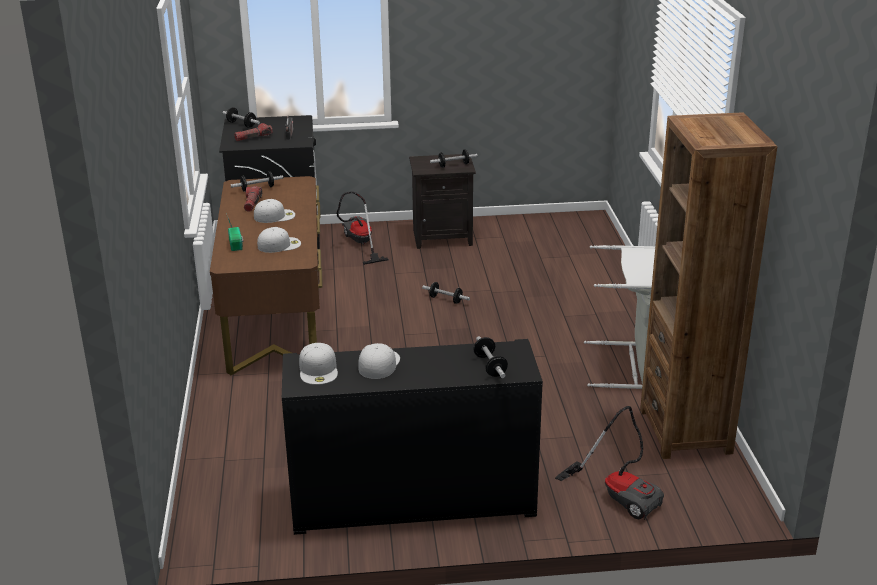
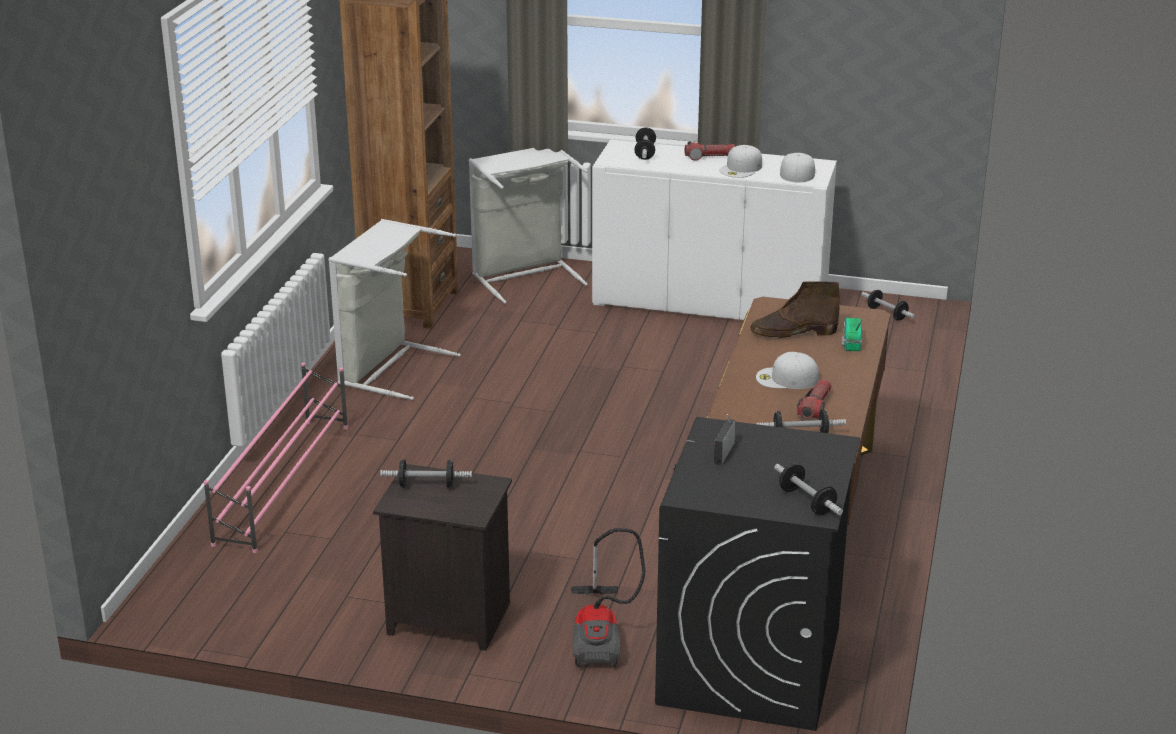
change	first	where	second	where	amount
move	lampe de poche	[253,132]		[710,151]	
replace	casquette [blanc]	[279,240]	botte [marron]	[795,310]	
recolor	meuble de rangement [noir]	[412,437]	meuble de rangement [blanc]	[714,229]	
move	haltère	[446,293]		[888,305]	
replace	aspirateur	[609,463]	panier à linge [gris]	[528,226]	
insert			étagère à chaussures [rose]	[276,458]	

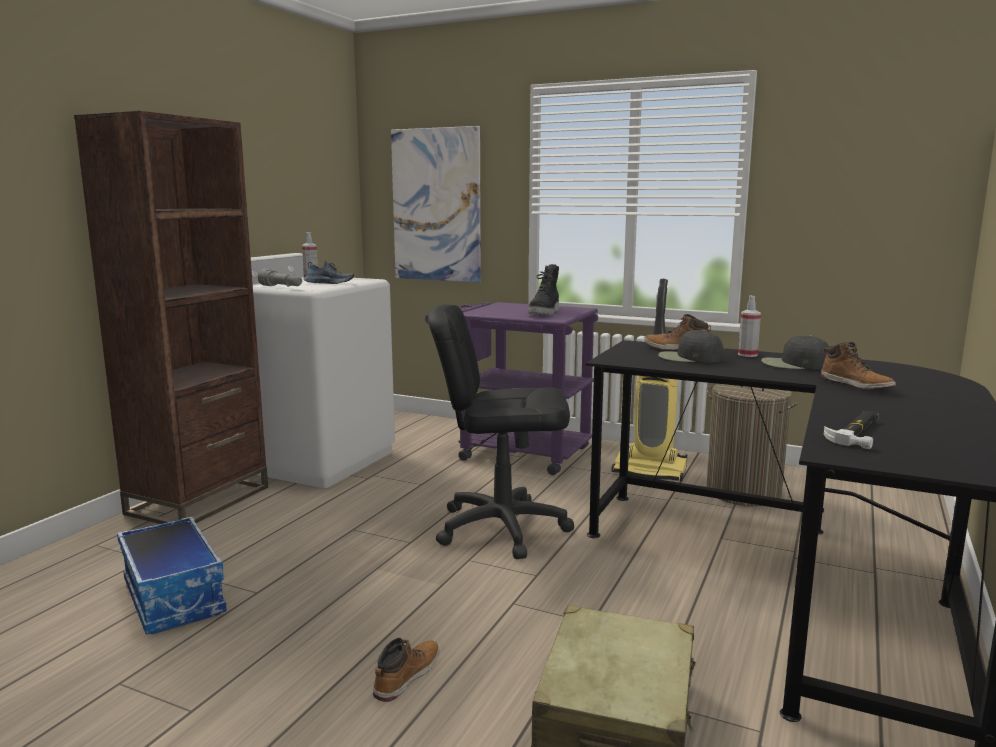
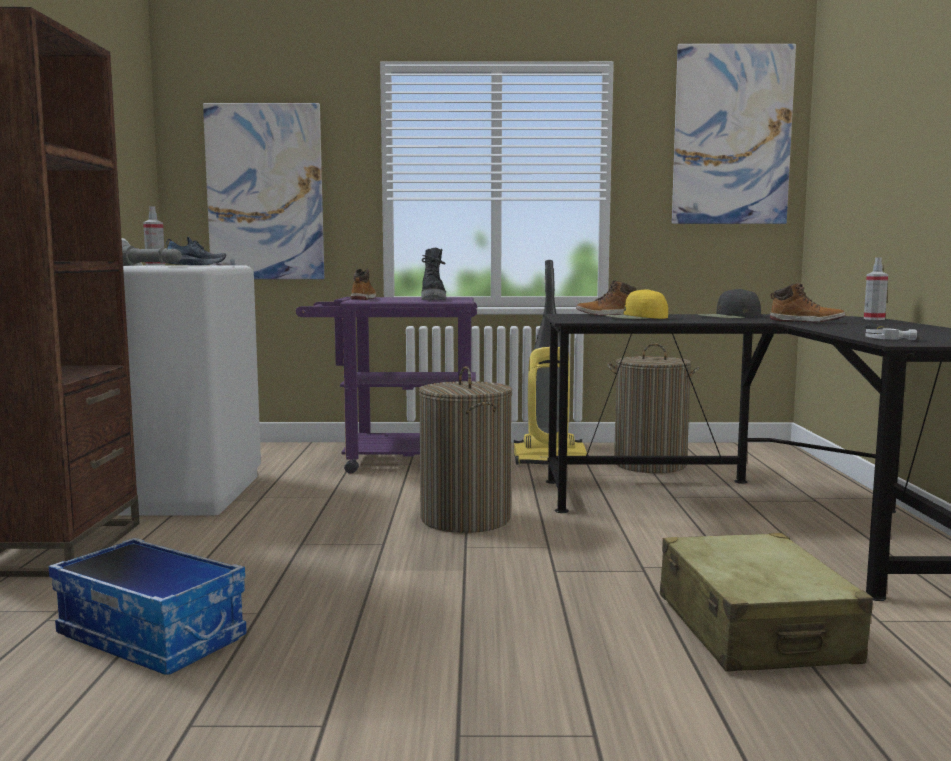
change	first	where	second	where	amount
move	botte	[406,670]		[363,284]	
replace	chaise de bureau [noir]	[501,431]	panier à linge	[465,449]	
recolor	casquette [noir]	[691,346]	casquette [jaune]	[636,304]	
move	vaporisateur	[749,326]		[876,288]	
insert			tableau	[734,134]	

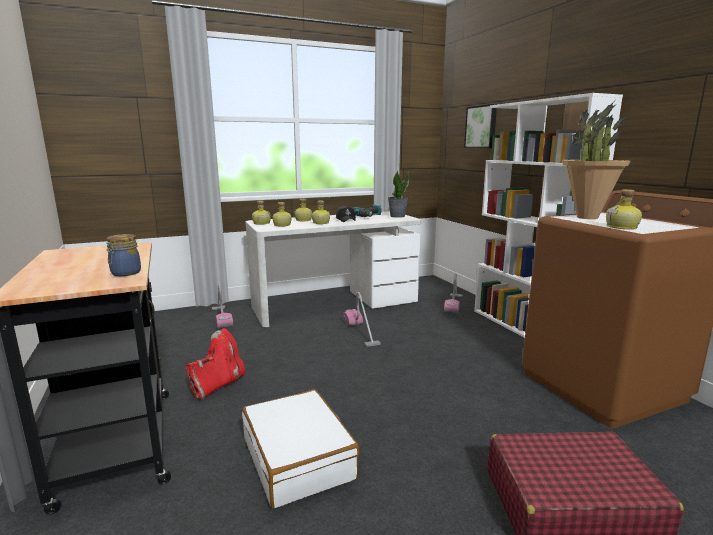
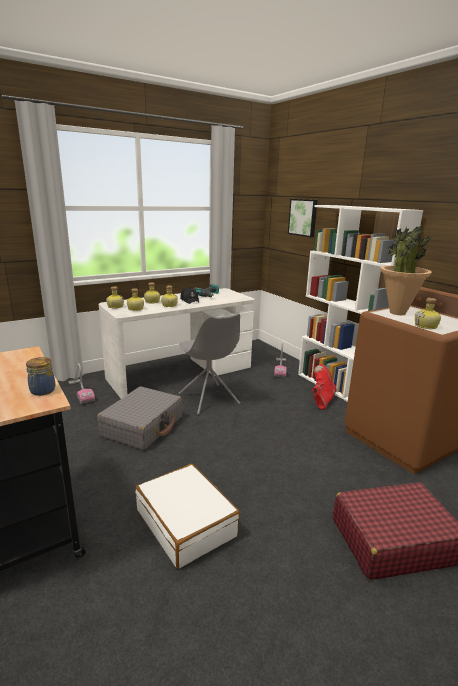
change	first	where	second	where	amount
move	botte [rouge]	[215,364]		[324,387]	
replace	aspirateur	[362,319]	chaise [gris]	[209,364]	
delete	plante en pot	[398,194]			
insert			valise [gris]	[139,418]	

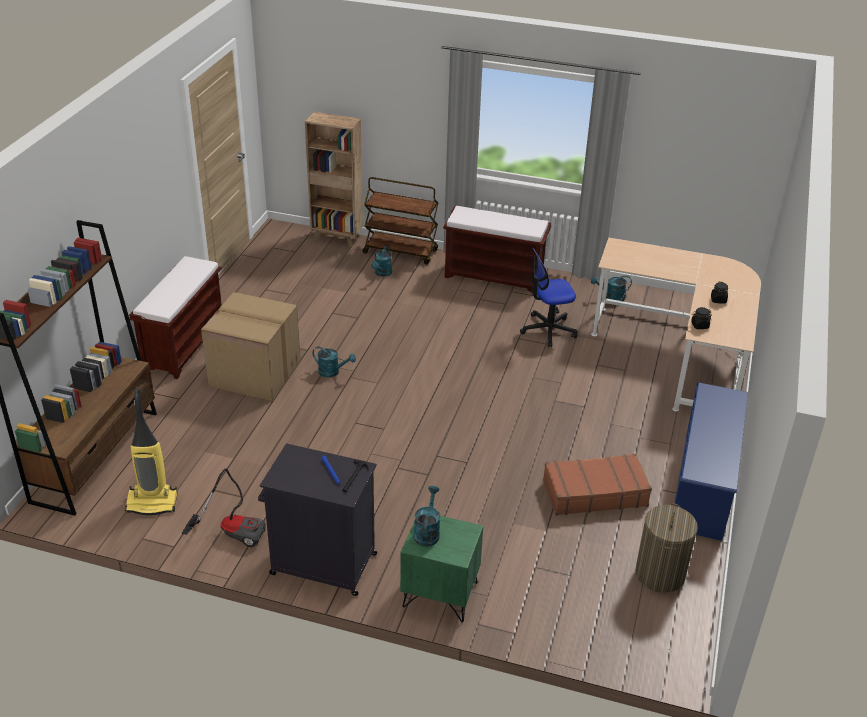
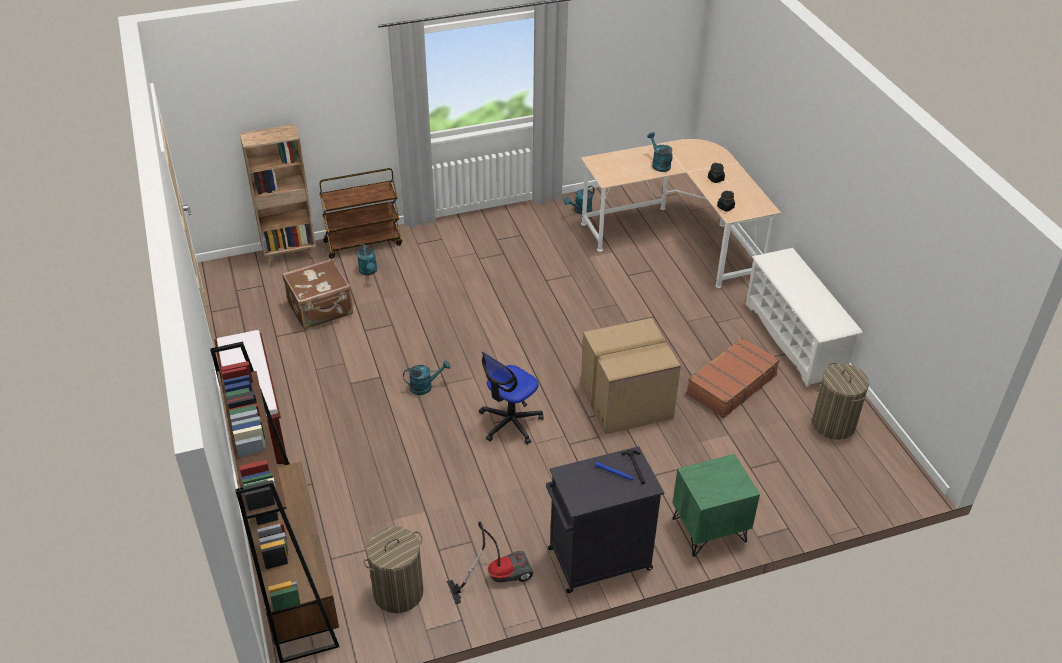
change	first	where	second	where	amount
replace	aspirateur	[151,452]	panier à linge	[393,570]	
move	carton	[251,346]		[631,376]	
move	arrosoir [turquoise]	[427,516]		[660,152]	
delete	banc [marron]	[497,249]			
move	chaise de bureau	[548,297]		[511,398]	
recolor	étagère à chaussures [bleu]	[711,461]	étagère à chaussures [blanc]	[804,317]	
insert			valise [marron]	[317,293]	

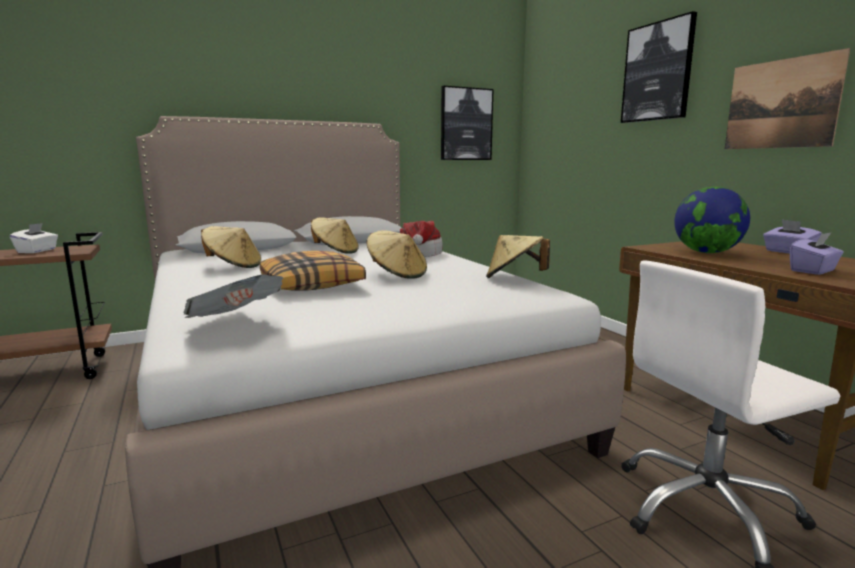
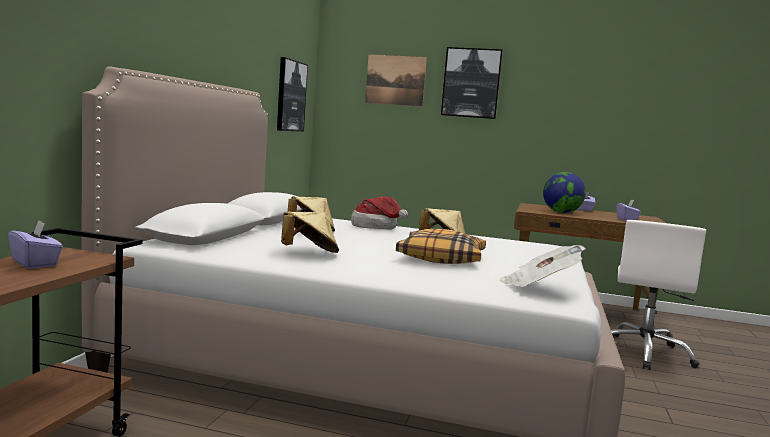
change	first	where	second	where	amount
recolor	boîte à mouchoirs [blanc]	[34,238]	boîte à mouchoirs [violet]	[35,244]	
delete	chapeau [beige]	[518,256]			
move	tableau	[787,98]		[396,80]	

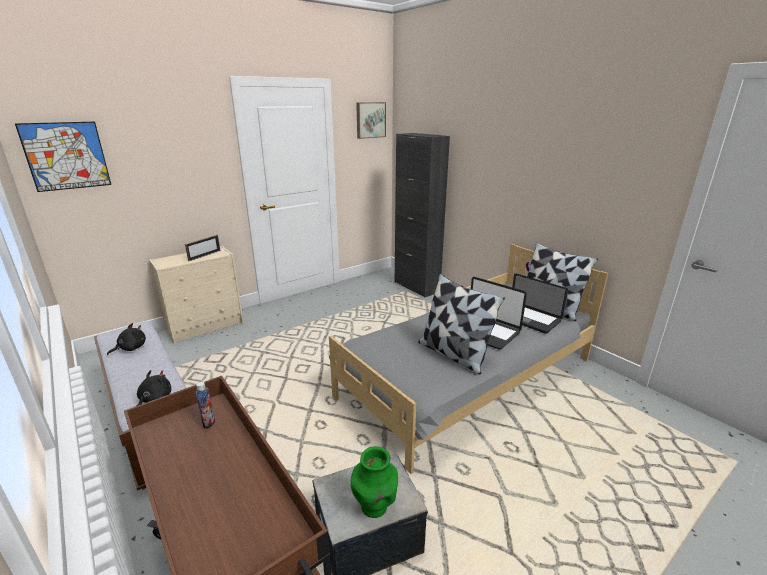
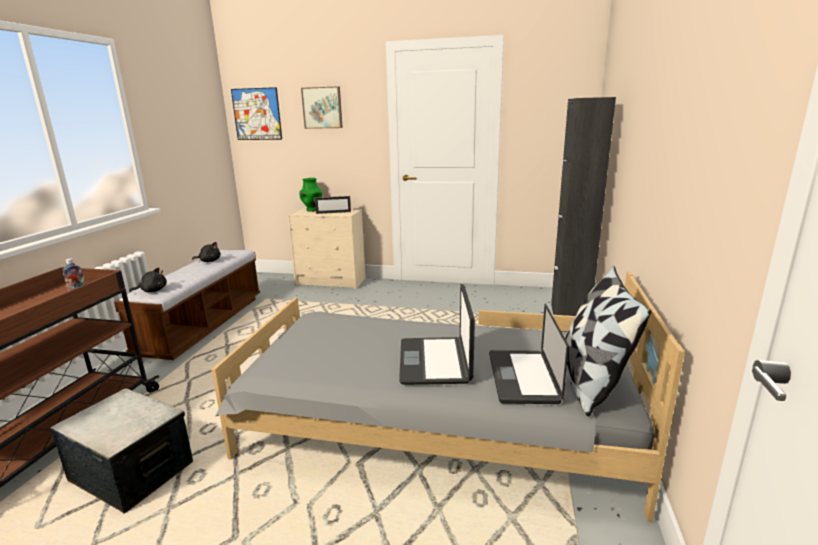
change	first	where	second	where	amount
move	vase [vert]	[374,482]		[310,194]	
move	tableau	[371,120]		[322,107]	
delete	coussin	[461,324]			

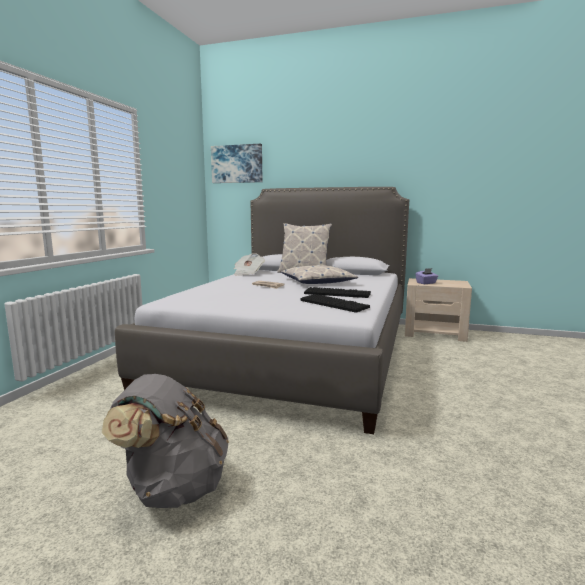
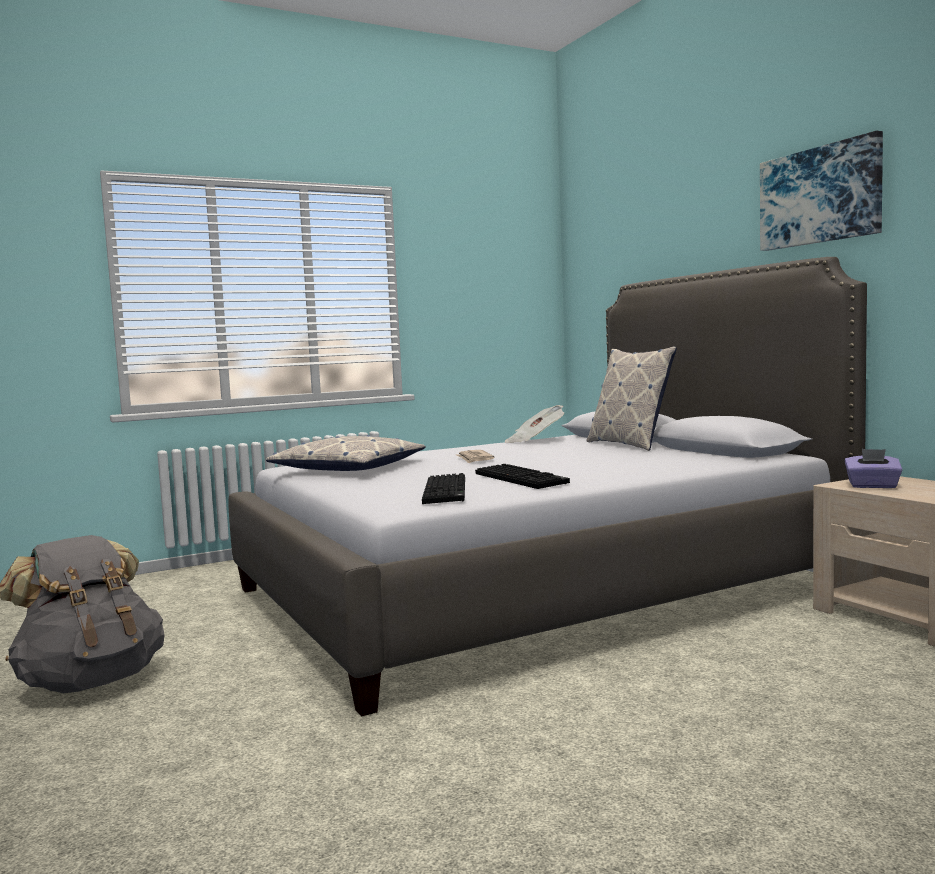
change	first	where	second	where	amount
move	tableau	[236,163]		[821,191]	
move	coussin	[319,274]		[346,453]	

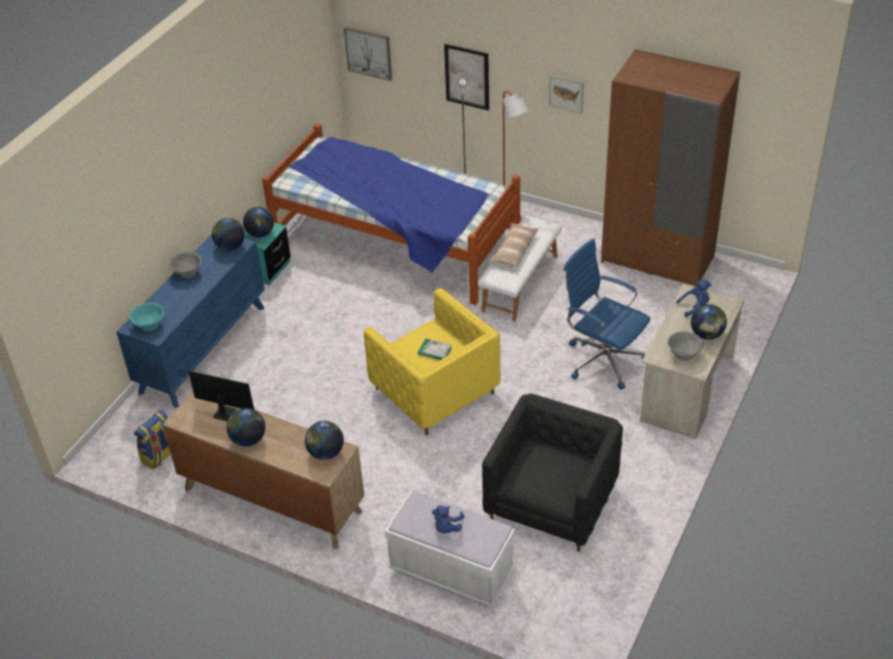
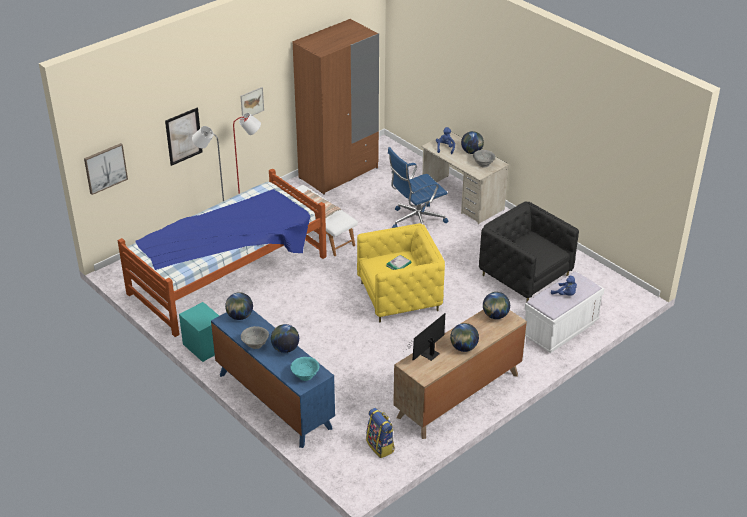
change	first	where	second	where	amount
move	globe	[258,222]		[285,338]	

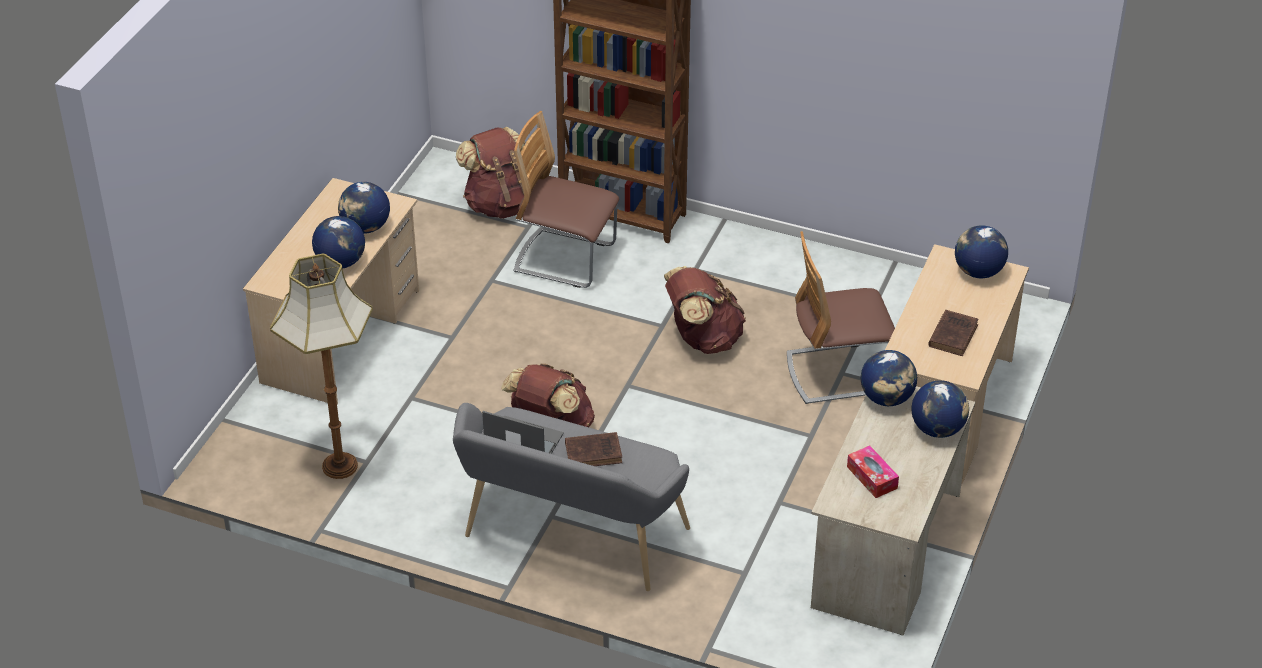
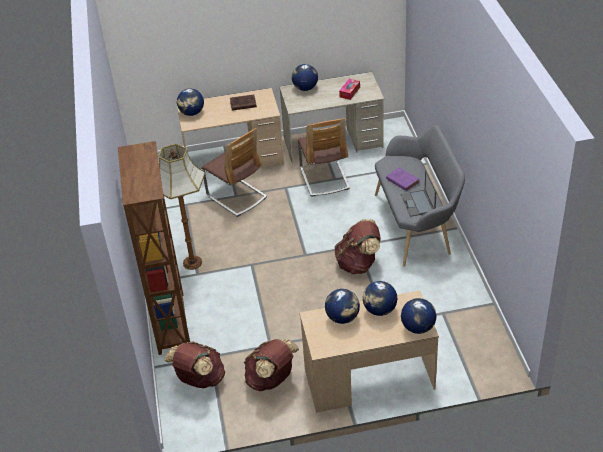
change	first	where	second	where	amount
move	lampadaire	[321,366]		[181,207]	
move	chaise	[566,199]		[324,157]	
recolor	livre [marron]	[593,449]	livre [violet]	[402,179]	
move	sac à dos [marron]	[705,310]		[271,365]	
move	globe	[889,378]		[418,316]	

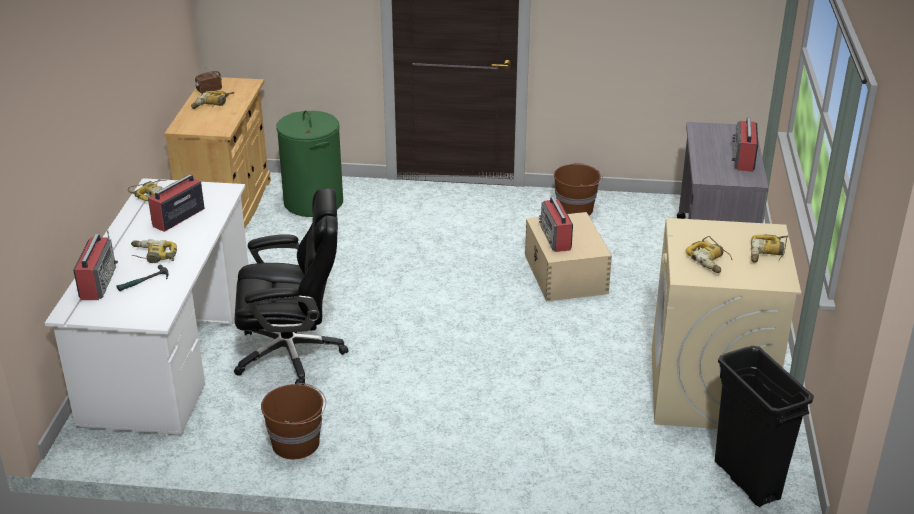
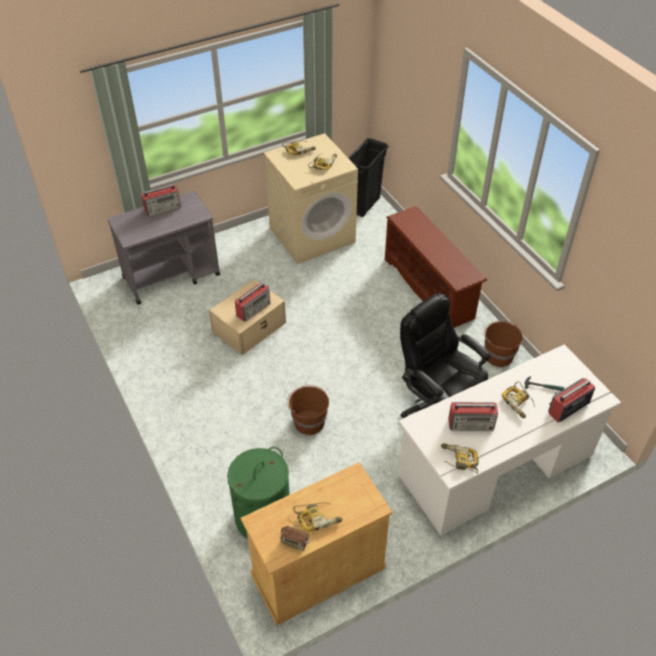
change	first	where	second	where	amount
move	seau [marron]	[578,189]		[308,410]	
insert			étagère à chaussures [marron]	[436,267]	

